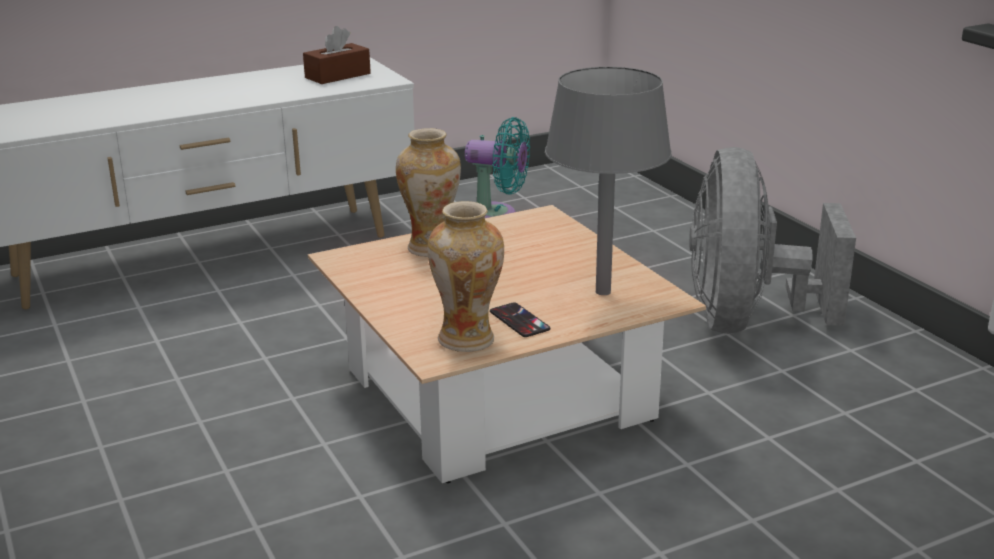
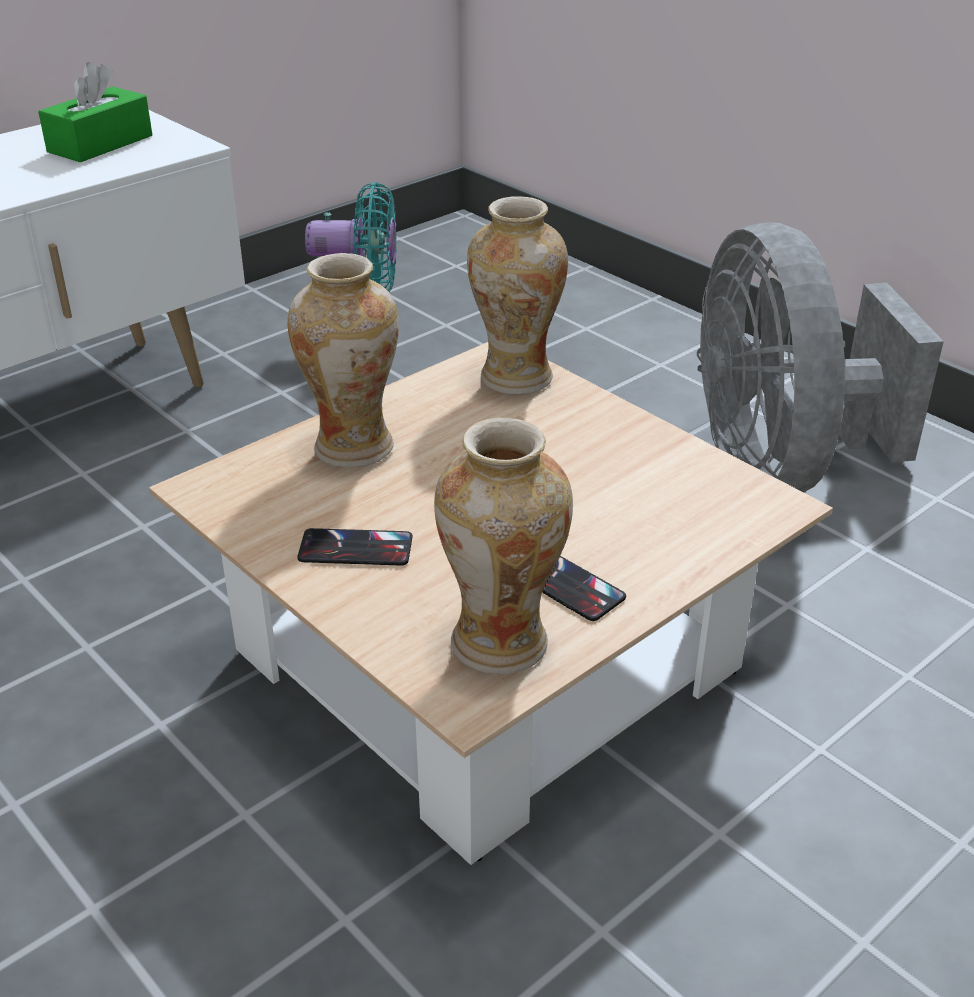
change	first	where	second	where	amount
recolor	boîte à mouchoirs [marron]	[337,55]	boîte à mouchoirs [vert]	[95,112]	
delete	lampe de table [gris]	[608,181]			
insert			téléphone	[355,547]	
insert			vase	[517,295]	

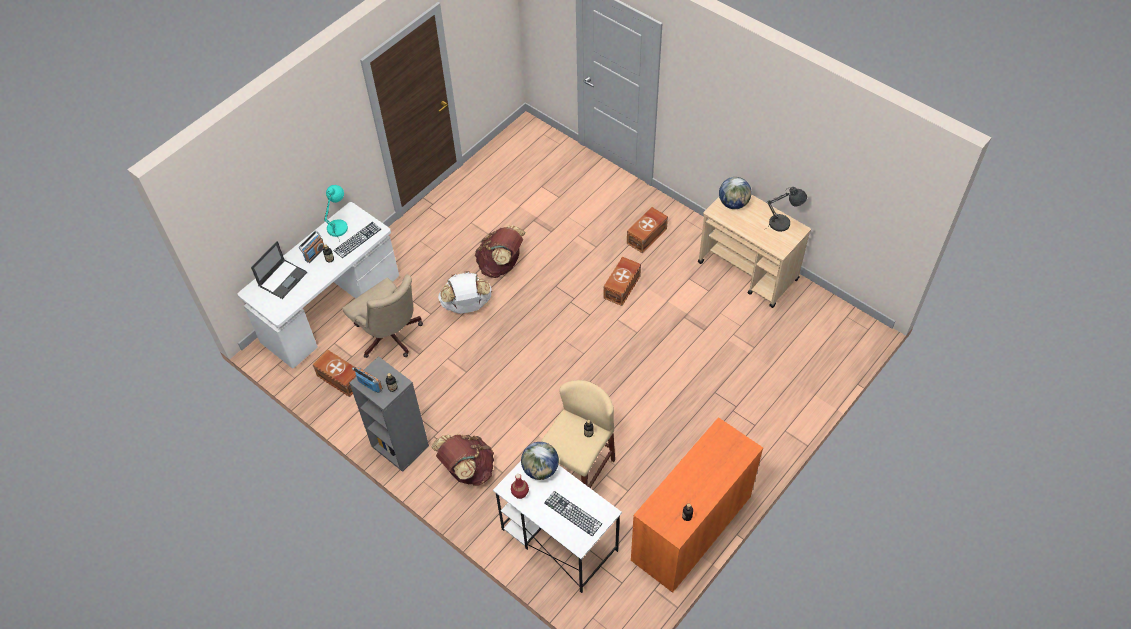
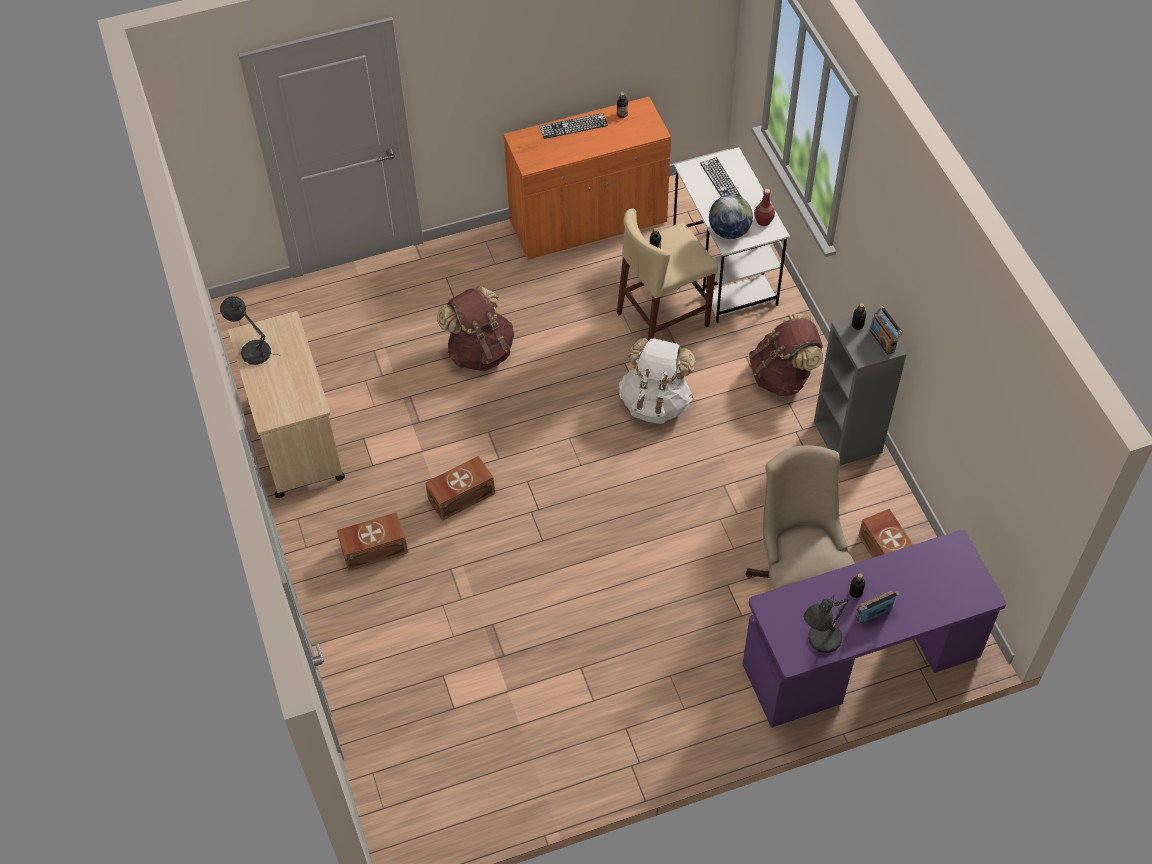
change	first	where	second	where	amount
recolor	bureau [blanc]	[318,285]	bureau [violet]	[875,629]	
delete	ordinateur portable	[279,270]			
recolor	lampe de table [turquoise]	[336,211]	lampe de table [gris]	[826,623]	
move	clavier	[357,240]		[573,126]	
move	sac à dos [blanc]	[465,292]		[657,381]	
move	sac à dos [marron]	[500,251]		[475,328]	
delete	globe	[735,193]			

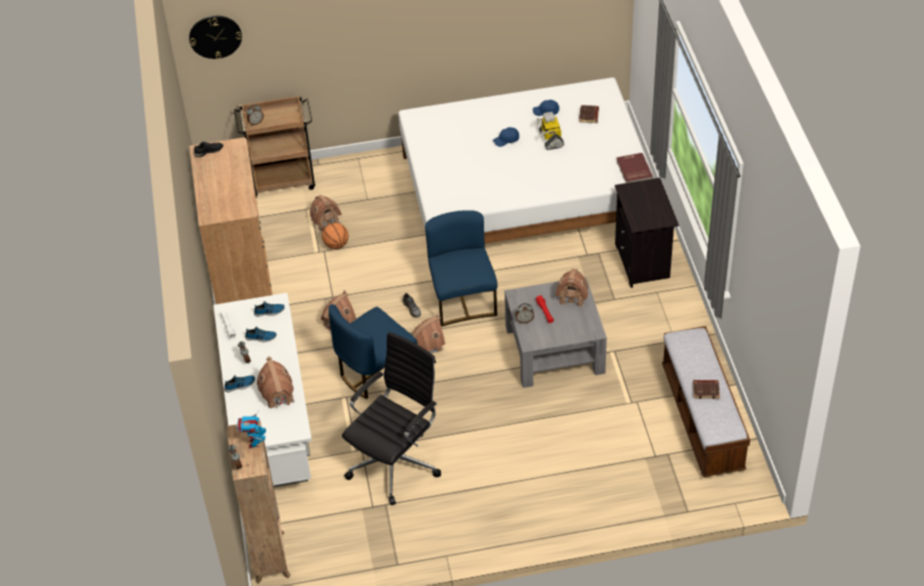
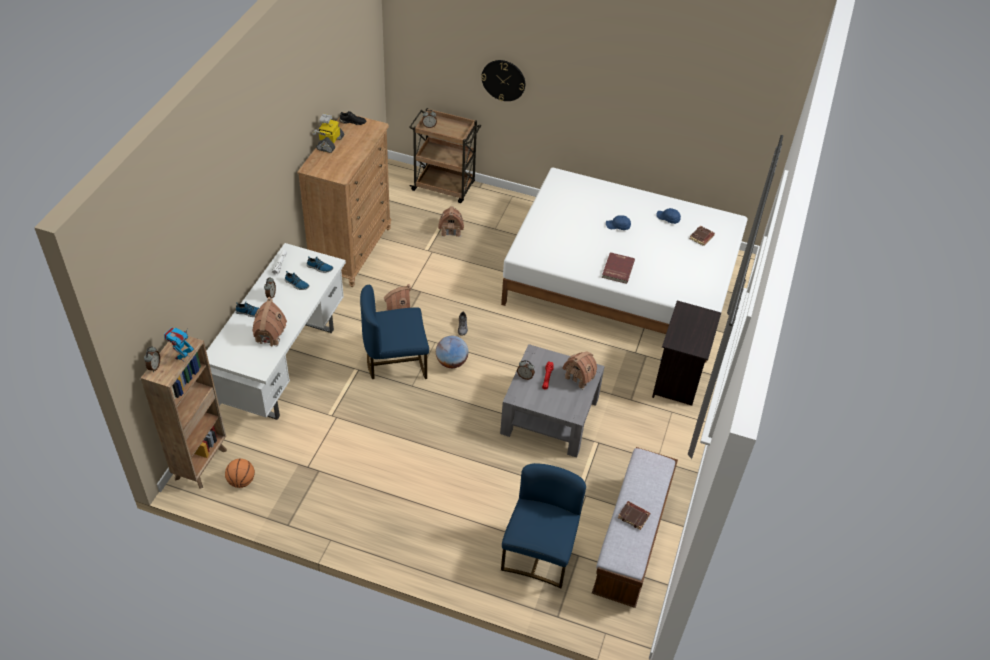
change	first	where	second	where	amount
move	horloge murale	[215,37]		[503,80]	
move	ballon de basket	[335,236]		[240,473]	
delete	chaise de bureau [noir]	[391,418]			
replace	maison miniature	[428,333]	globe	[452,352]	
move	chaise [bleu]	[461,268]		[543,525]	
move	robot jouet	[550,131]		[328,133]	
move	livre [rouge]	[634,168]		[618,268]	

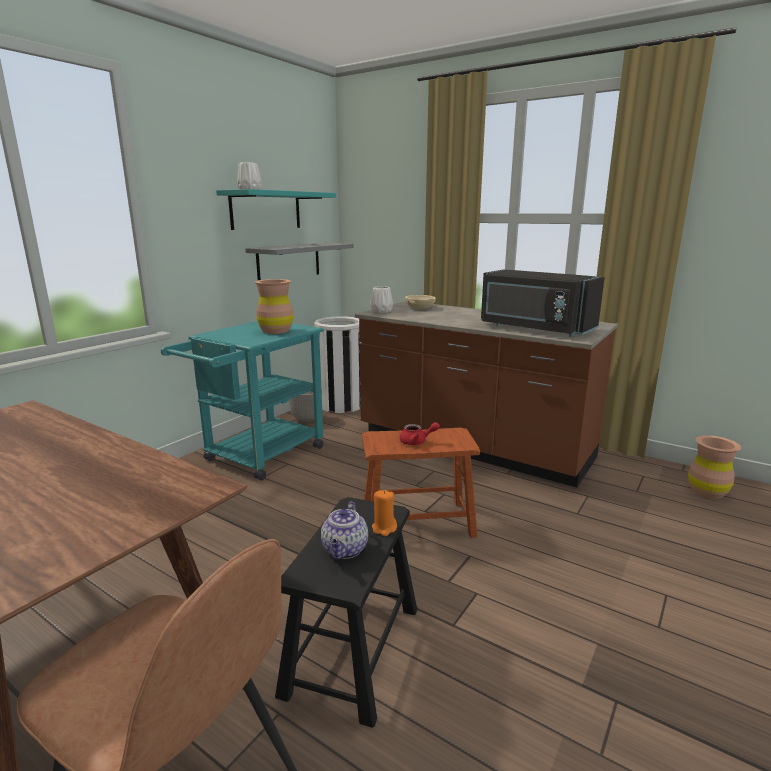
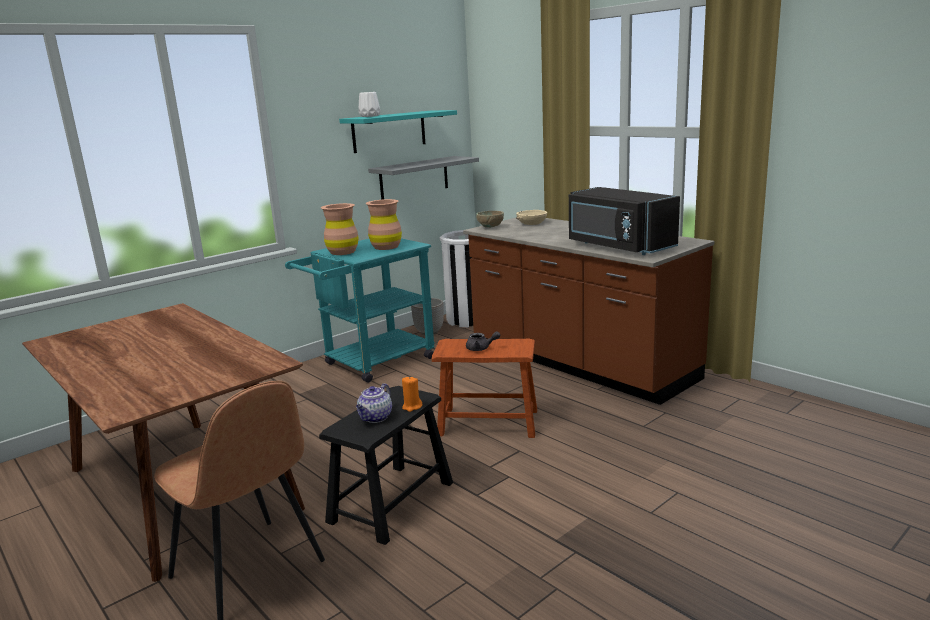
change	first	where	second	where	amount
replace	vase [blanc]	[382,299]	bol [beige]	[490,219]	
recolor	théière [rouge]	[420,433]	théière [gris]	[483,341]	
move	vase [marron]	[714,467]		[340,229]	

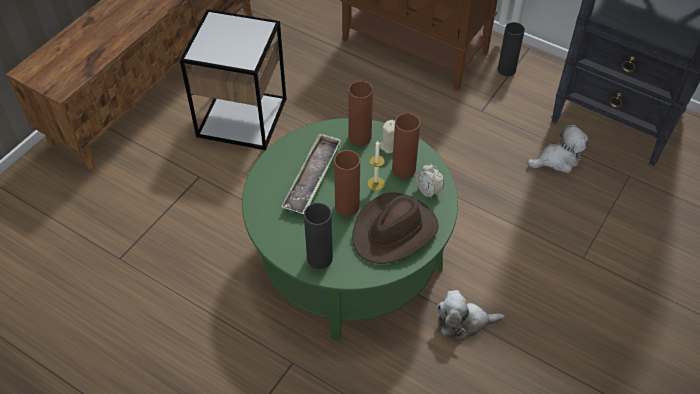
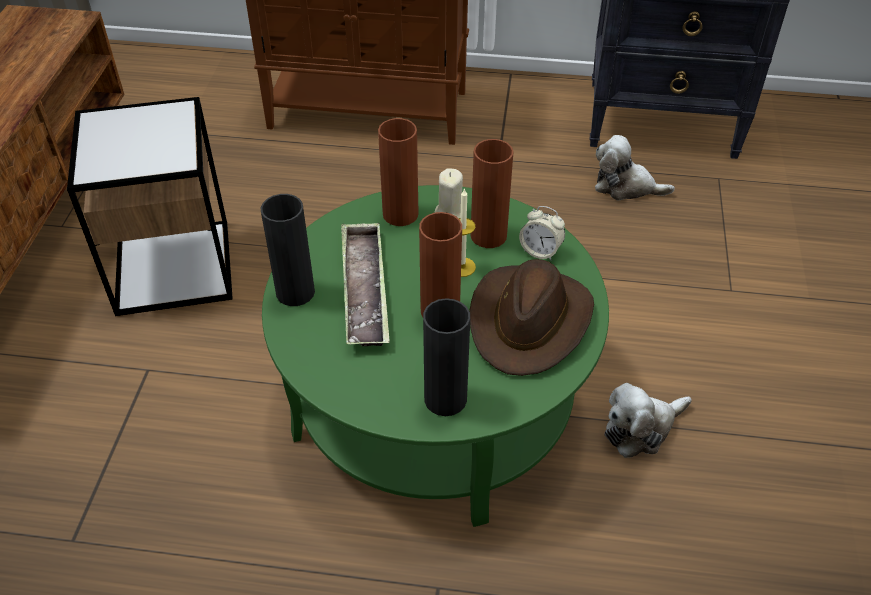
change	first	where	second	where	amount
move	vase [noir]	[511,49]		[288,250]	
rotate	peluche	[557,149]		[635,168]	120 degrees counterclockwise

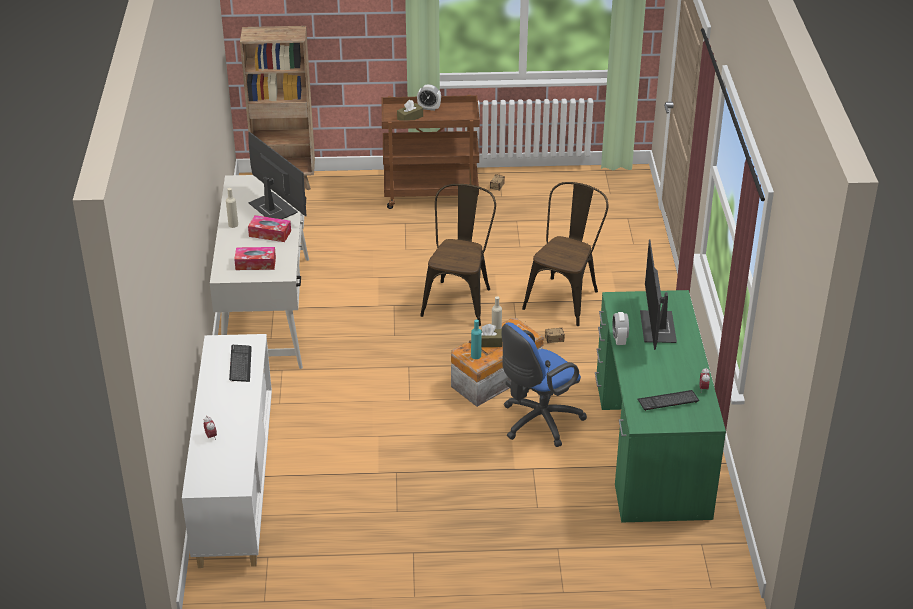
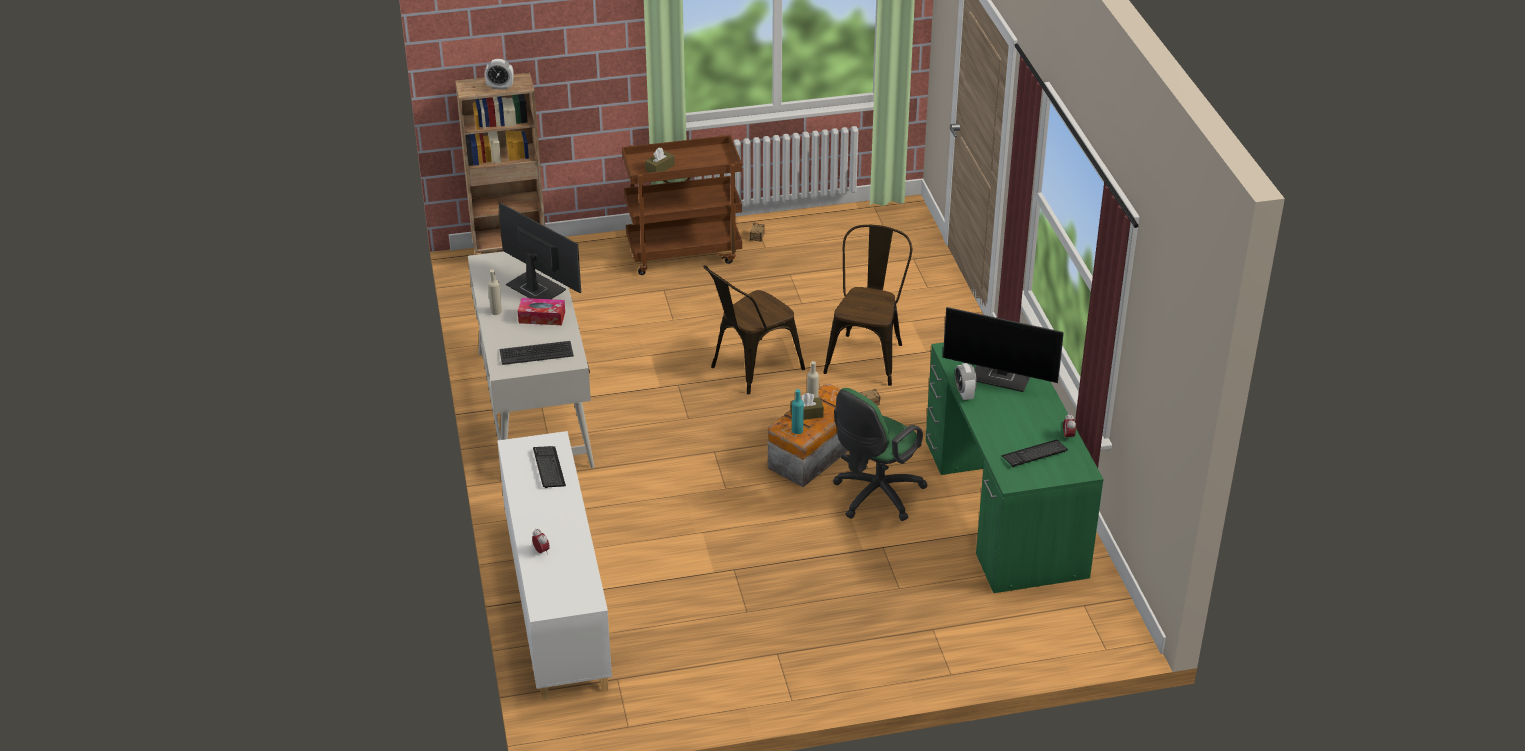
change	first	where	second	where	amount
replace	boîte à mouchoirs	[255,258]	clavier	[537,353]	
move	réveil	[429,97]		[499,74]	
rotate	chaise [marron]	[458,255]		[754,329]	135 degrees counterclockwise
recolor	chaise de bureau [bleu]	[544,384]	chaise de bureau [vert]	[880,454]	
rotate	écran d'ordinateur	[658,295]		[1003,349]	60 degrees counterclockwise

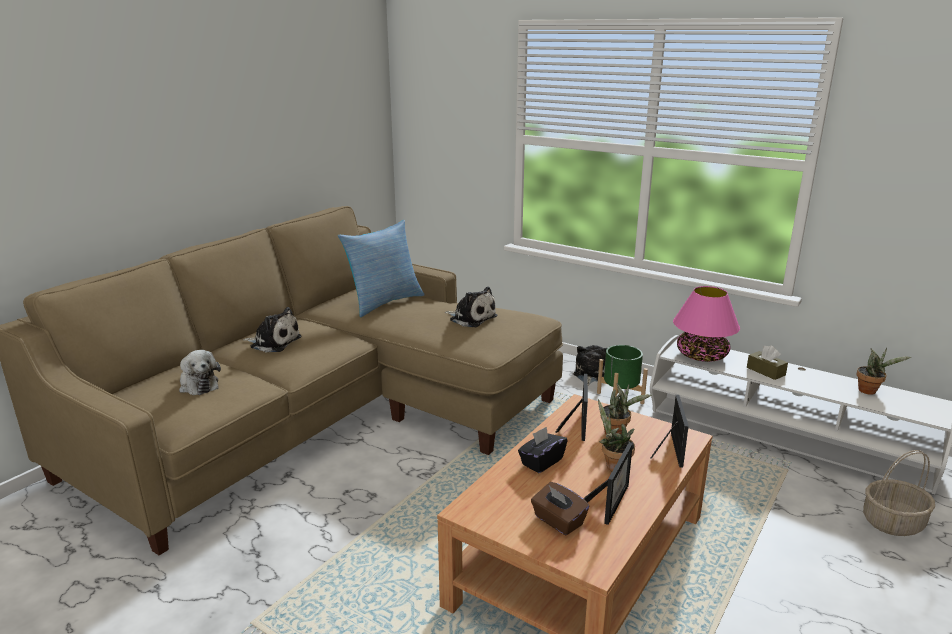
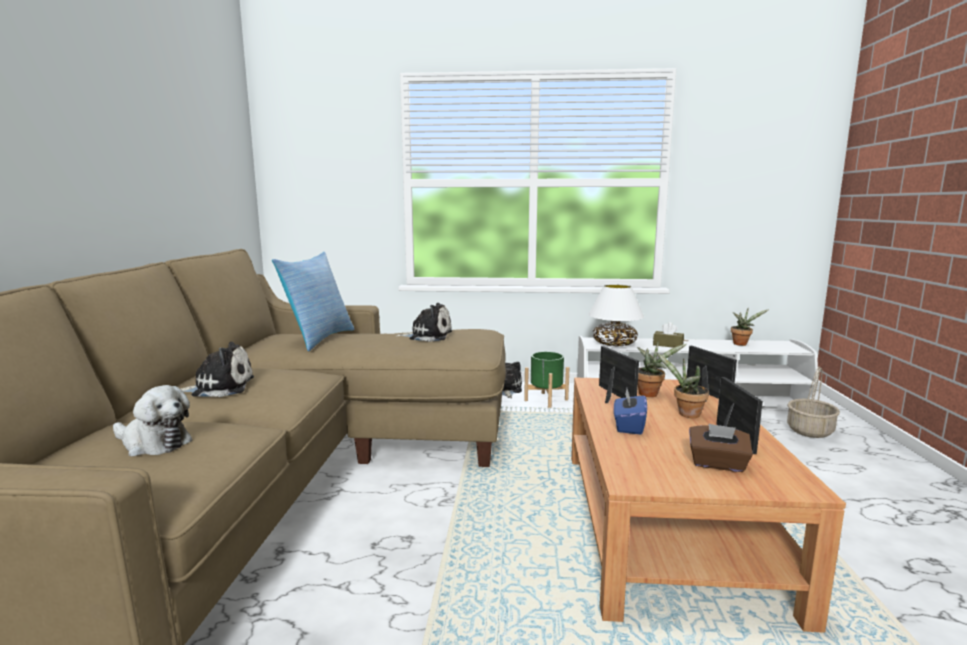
change	first	where	second	where	amount
recolor	boîte à mouchoirs [noir]	[543,449]	boîte à mouchoirs [bleu]	[630,412]	
recolor	lampe de table [rose]	[706,324]	lampe de table [blanc]	[616,315]	

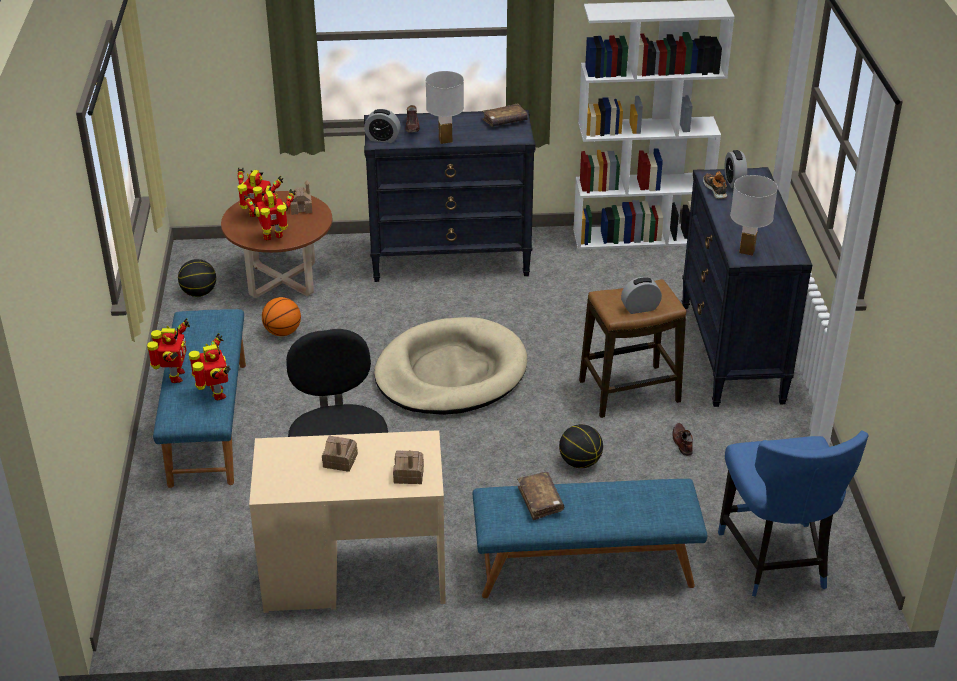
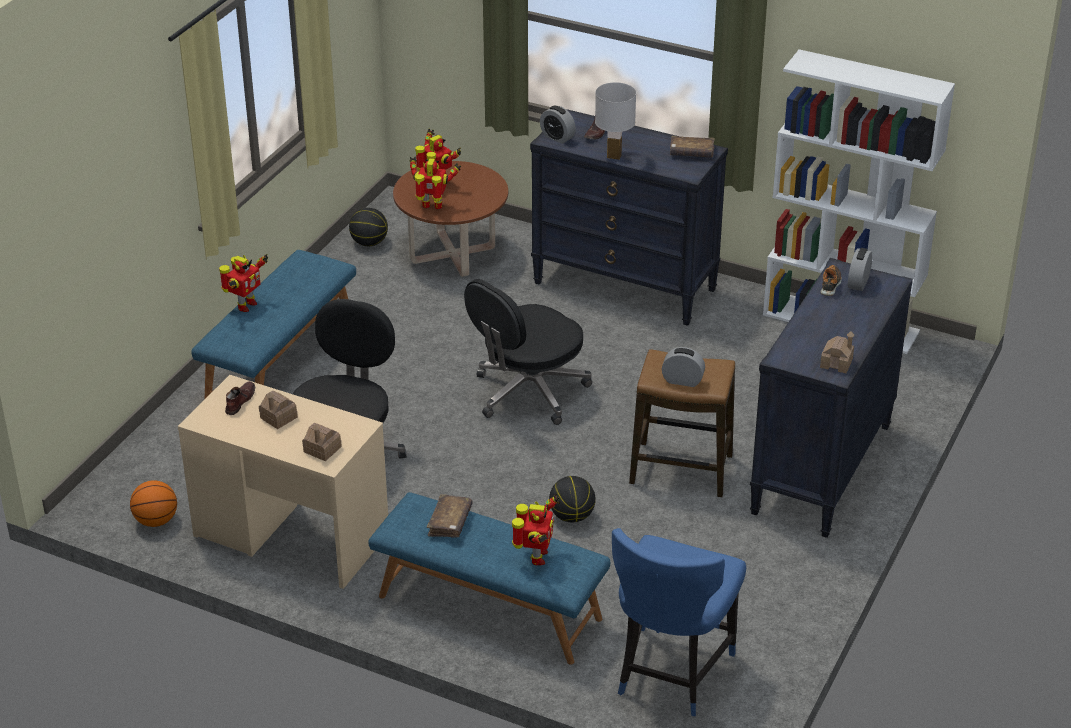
change	first	where	second	where	amount
move	robot jouet	[210,367]		[536,529]	
move	ballon de basket	[281,316]		[153,503]	
move	maison miniature	[301,197]		[837,352]	
replace	panier pour chien [beige]	[450,366]	chaise de bureau [noir]	[528,352]	
move	chaussure [marron]	[682,439]		[240,398]	
delete	lampe de table [blanc]	[754,215]			

